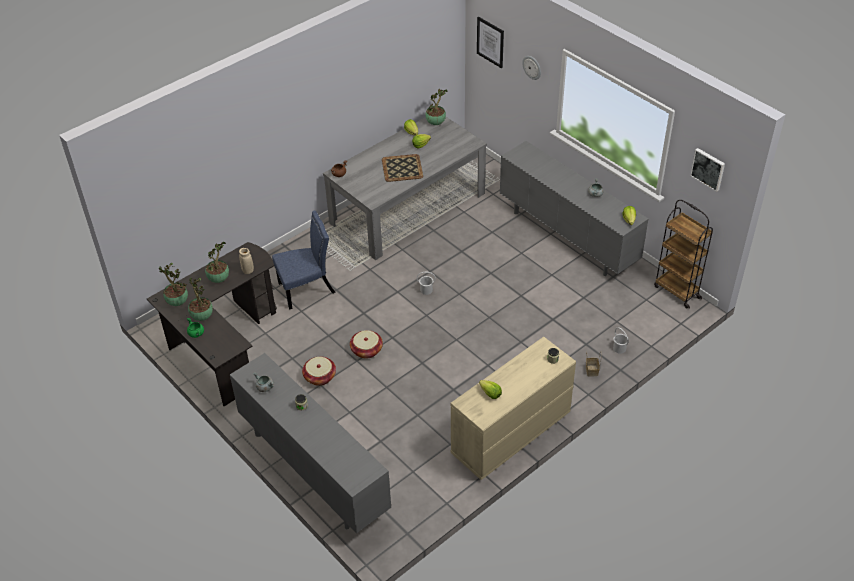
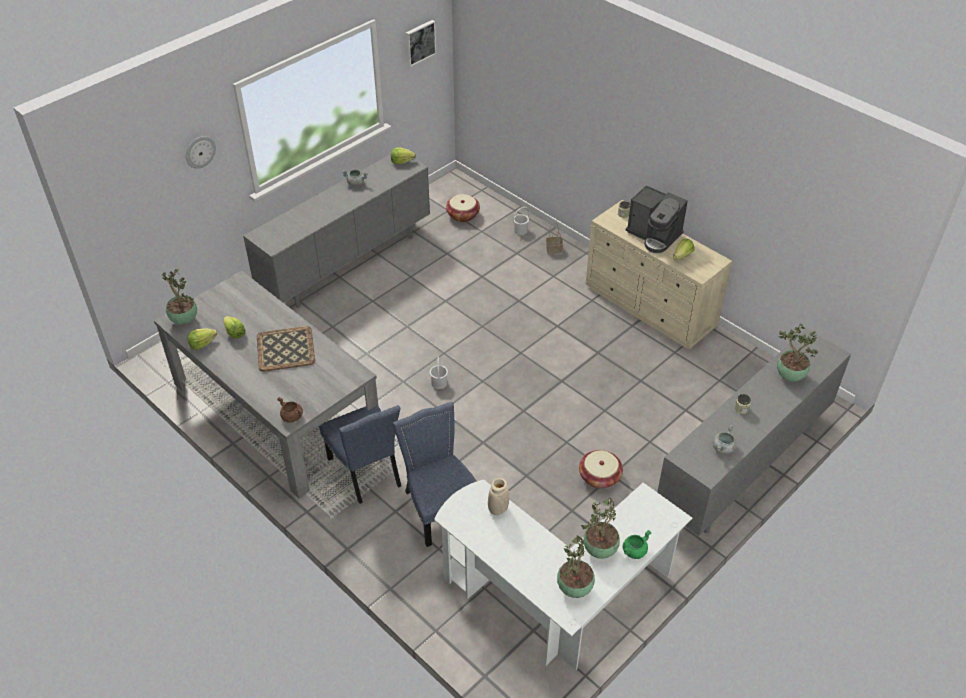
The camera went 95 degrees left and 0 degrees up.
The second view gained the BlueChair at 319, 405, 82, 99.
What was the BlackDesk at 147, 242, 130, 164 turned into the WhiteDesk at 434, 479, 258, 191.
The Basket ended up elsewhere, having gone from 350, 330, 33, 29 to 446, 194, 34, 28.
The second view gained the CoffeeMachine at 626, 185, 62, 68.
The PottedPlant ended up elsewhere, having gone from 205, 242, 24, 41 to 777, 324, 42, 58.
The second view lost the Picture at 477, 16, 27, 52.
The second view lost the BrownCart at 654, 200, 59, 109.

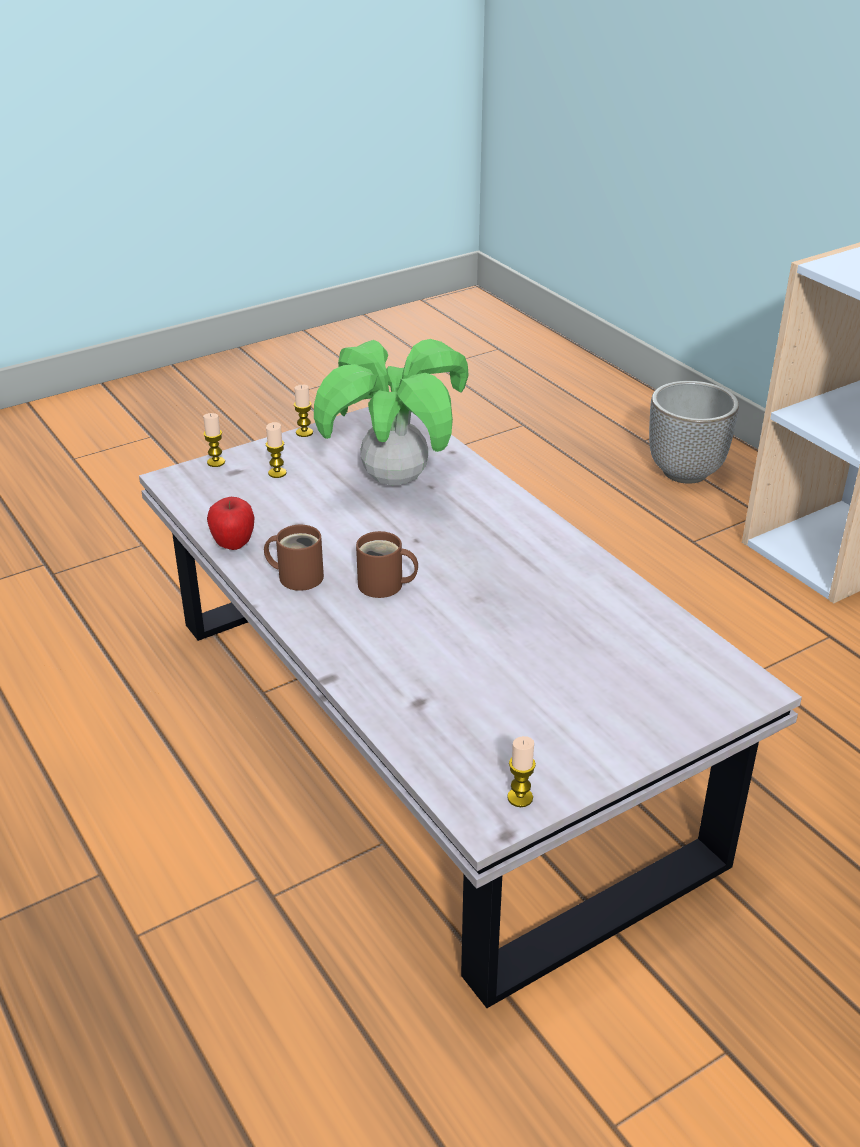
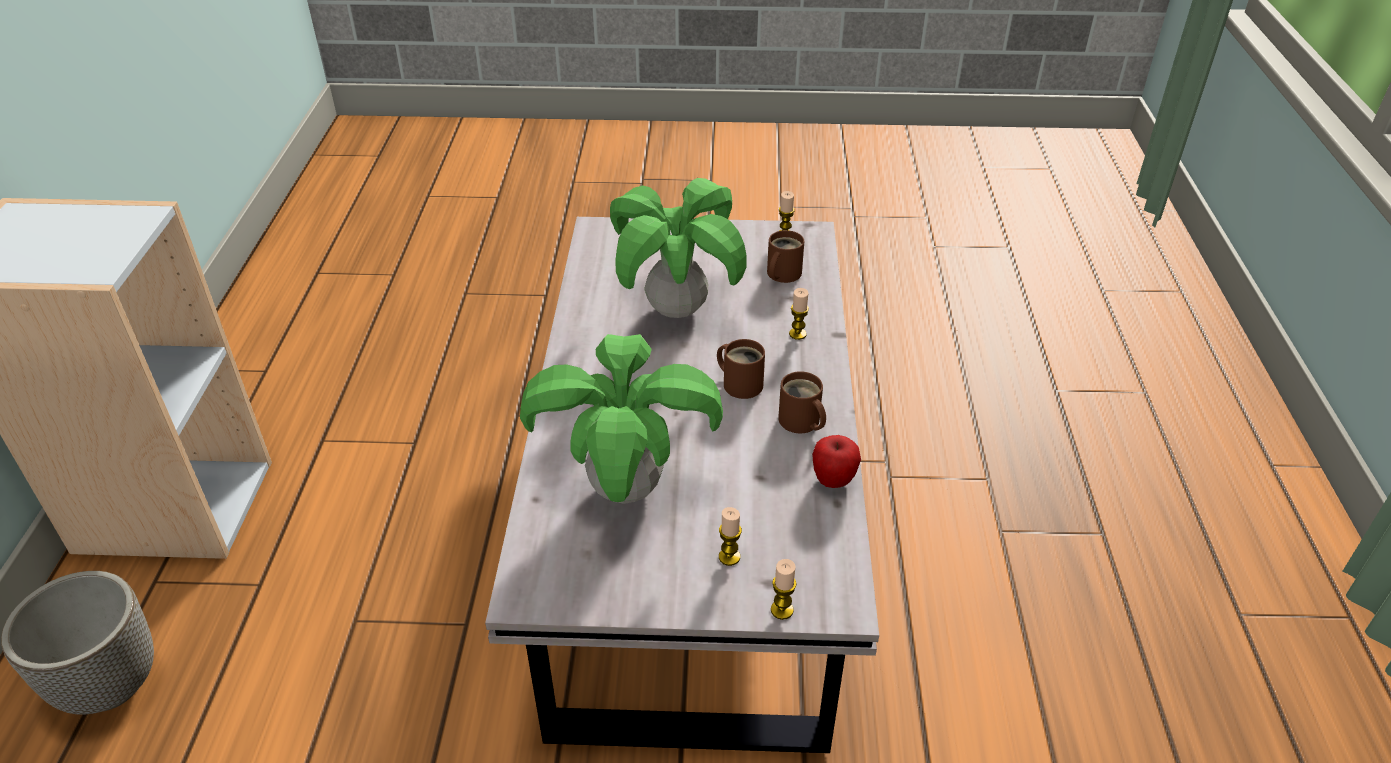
The camera went 145 degrees left and 5 degrees up.
The second view gained the PottedPlant at 610, 178, 137, 140.
The second view gained the BrownMug at 767, 230, 37, 53.
The Candle ended up elsewhere, having gone from 294, 385, 19, 52 to 789, 288, 20, 52.

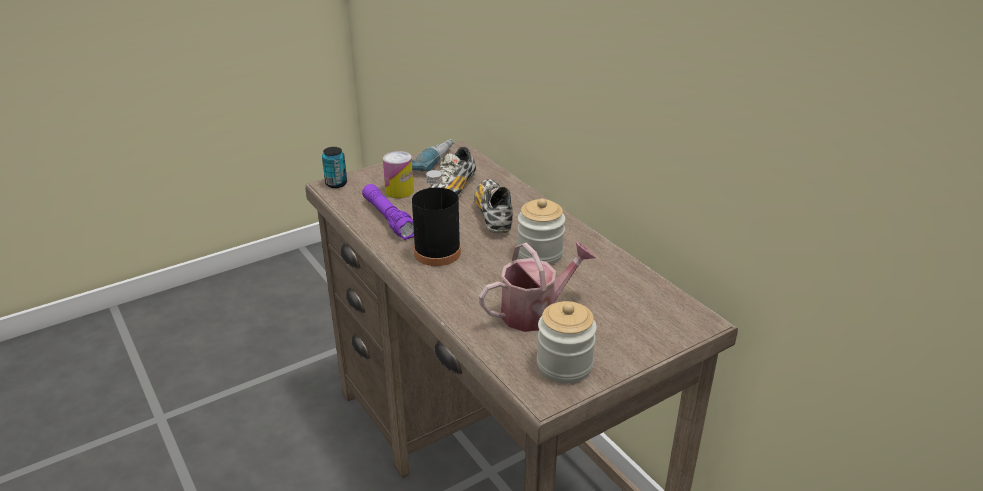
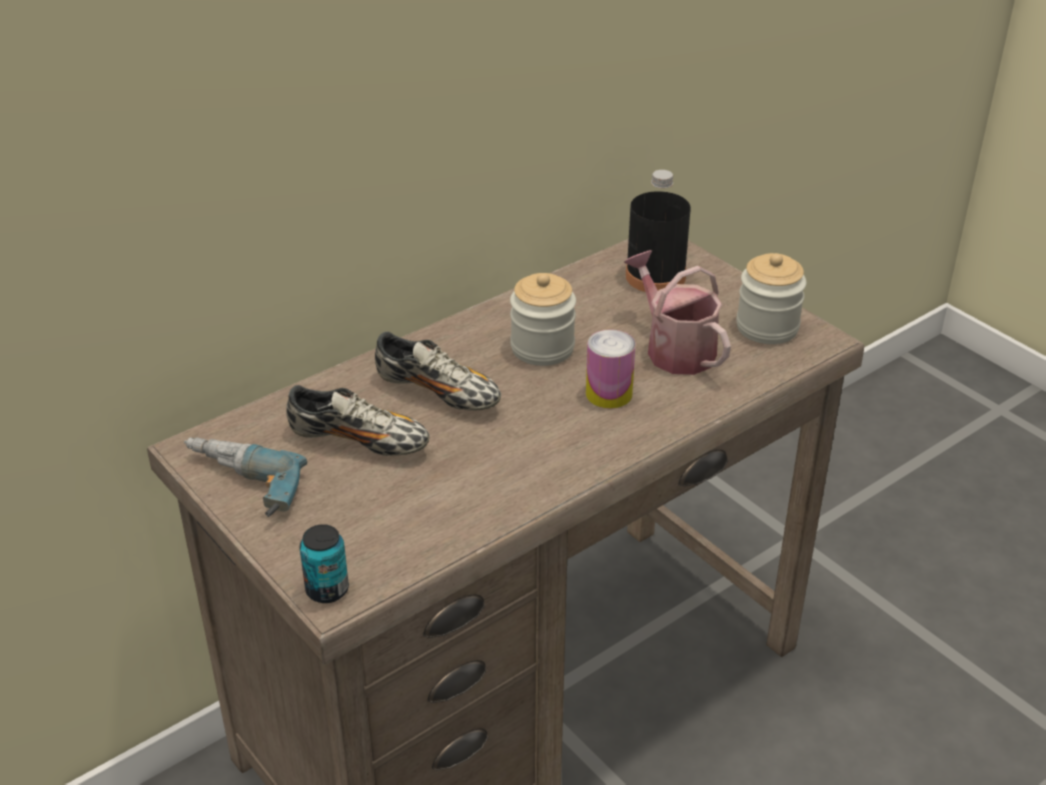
The camera went 95 degrees left and 5 degrees up.
The Shoe at 474, 179, 39, 54 ended up facing another way, 135 degrees counterclockwise from before.
The Can ended up elsewhere, having gone from 383, 151, 31, 47 to 586, 330, 49, 79.
The BlackBottle ended up elsewhere, having gone from 412, 170, 49, 96 to 626, 170, 65, 122.
The second view lost the PurpleFlashlight at 362, 184, 52, 56.

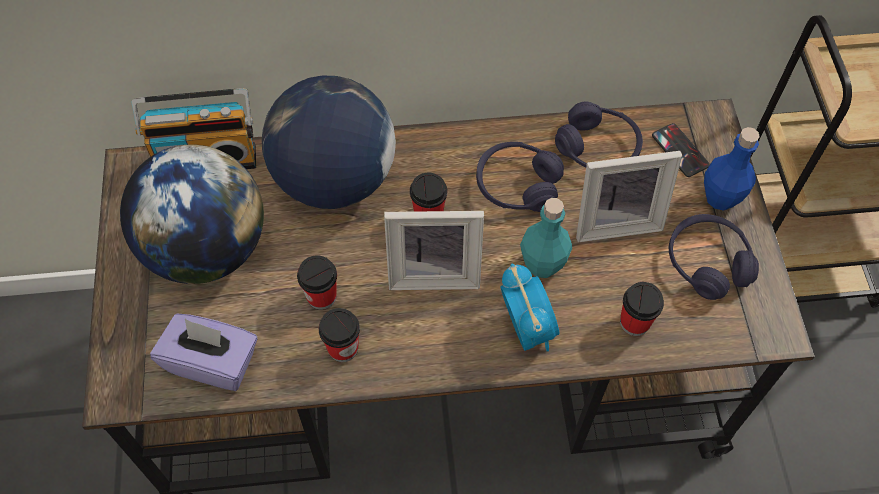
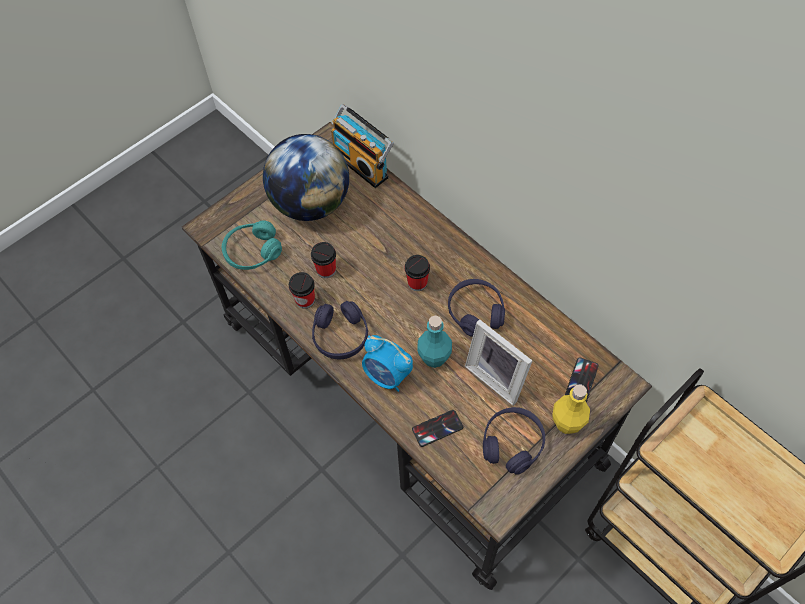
The camera went 55 degrees right and 0 degrees up.
Where the PurpleTissueBox stood at 150, 314, 107, 77, the TurquoiseHeadphones came to stand at 222, 220, 60, 50.
The PurpleHeadphones ended up elsewhere, having gone from 555, 101, 88, 67 to 312, 301, 56, 58.
The AlarmClock at 500, 263, 59, 89 ended up facing another way, 90 degrees clockwise from before.
Where the Cup stood at 620, 282, 44, 54, the Phone came to stand at 412, 410, 51, 37.
What was the BlueBottle at 704, 127, 56, 84 turned into the YellowBottle at 552, 384, 38, 50.
The second view lost the Globe at 262, 76, 134, 133.
The second view lost the PictureFrame at 384, 211, 100, 79.

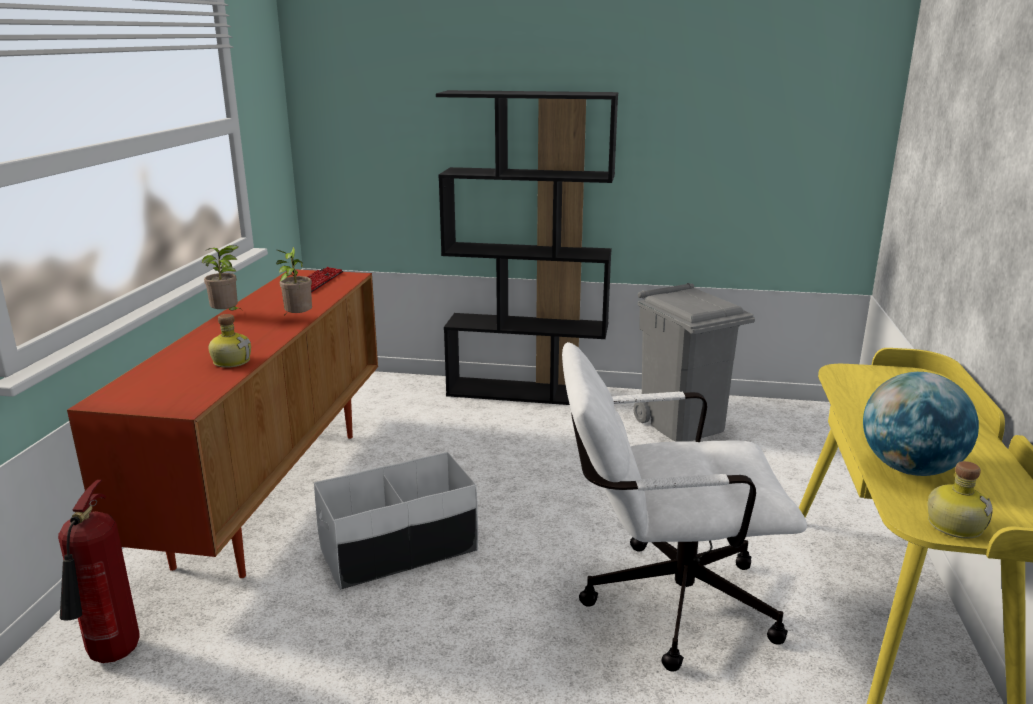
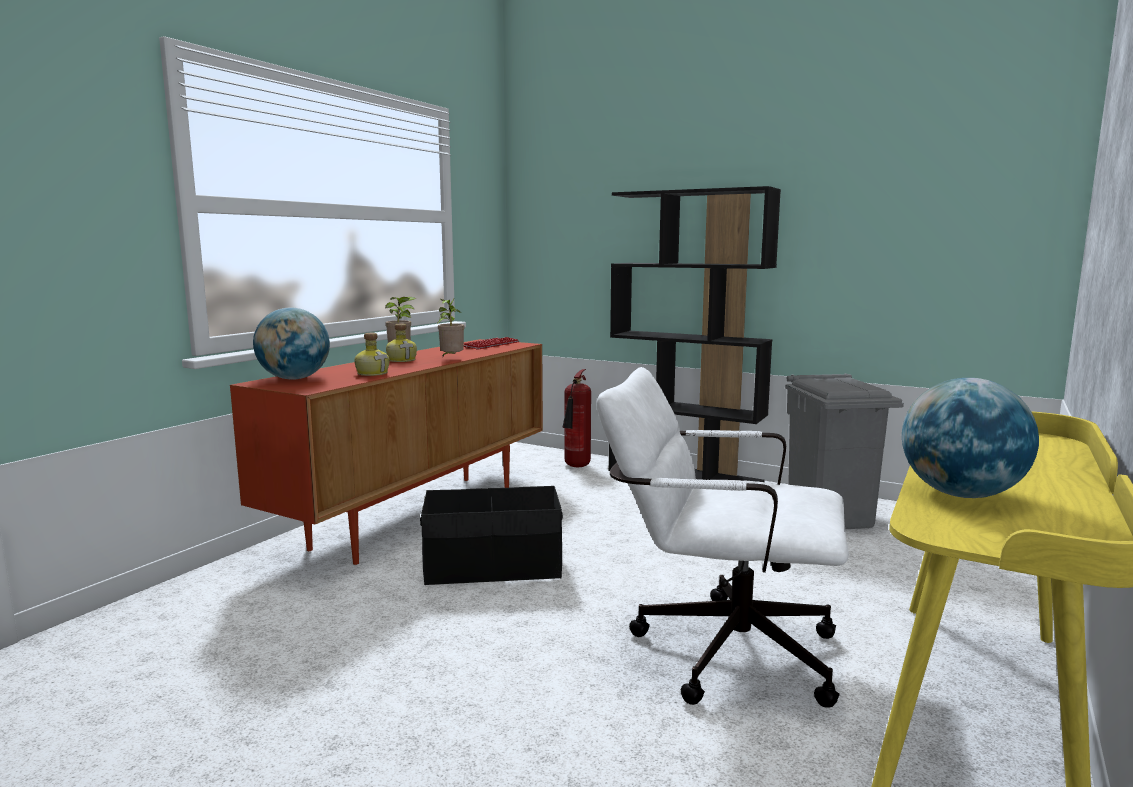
The camera went 20 degrees right and 10 degrees down.
The second view gained the Globe at 253, 308, 77, 72.
The Bottle ended up elsewhere, having gone from 928, 461, 65, 78 to 386, 324, 31, 38.
What was the WhiteStorageBox at 314, 452, 164, 138 turned into the BlackStorageBox at 420, 486, 143, 99.
The FireExtinguisher ended up elsewhere, having gone from 58, 480, 82, 183 to 562, 369, 29, 98.

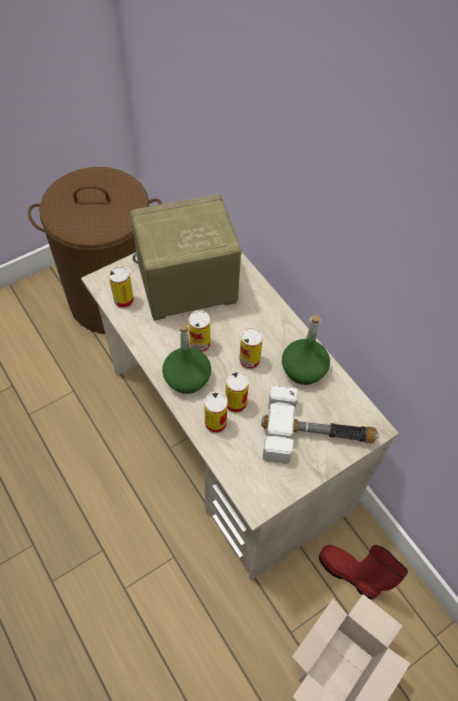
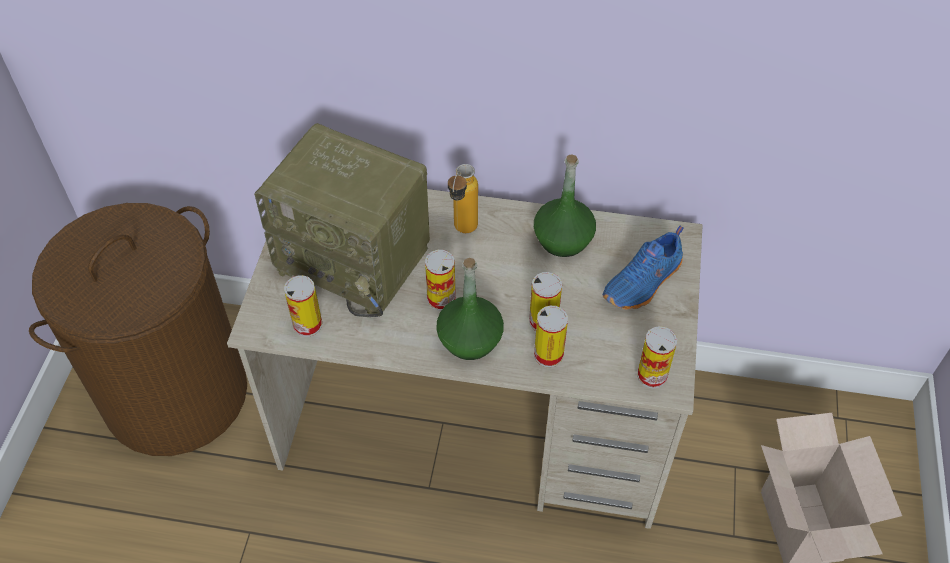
The camera went 45 degrees left and 5 degrees down.
The Radio at 130, 194, 111, 127 ended up facing another way, 90 degrees counterclockwise from before.
The second view gained the Bottle at 448, 164, 30, 69.
Where the Hammer stood at 261, 385, 118, 79, the BlueShoe came to stand at 603, 226, 81, 83.
The Can ended up elsewhere, having gone from 239, 327, 24, 43 to 637, 326, 40, 63.
The second view lost the RedBoot at 319, 545, 89, 54.

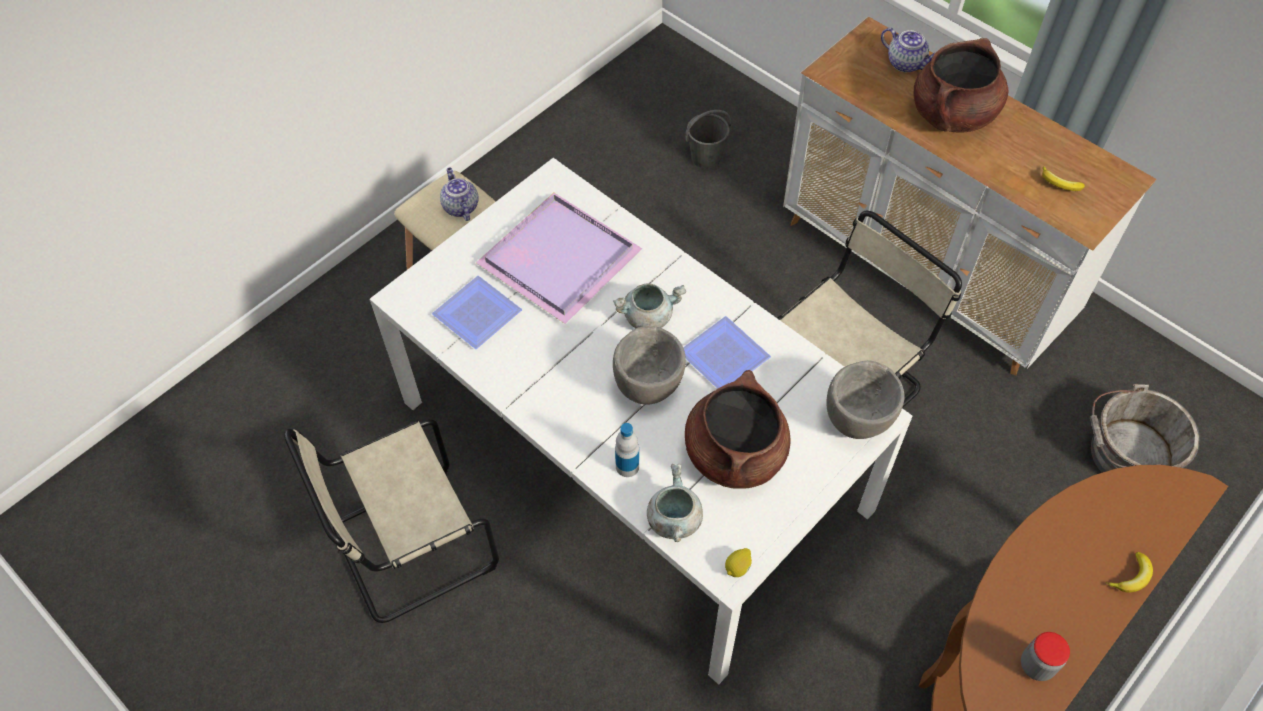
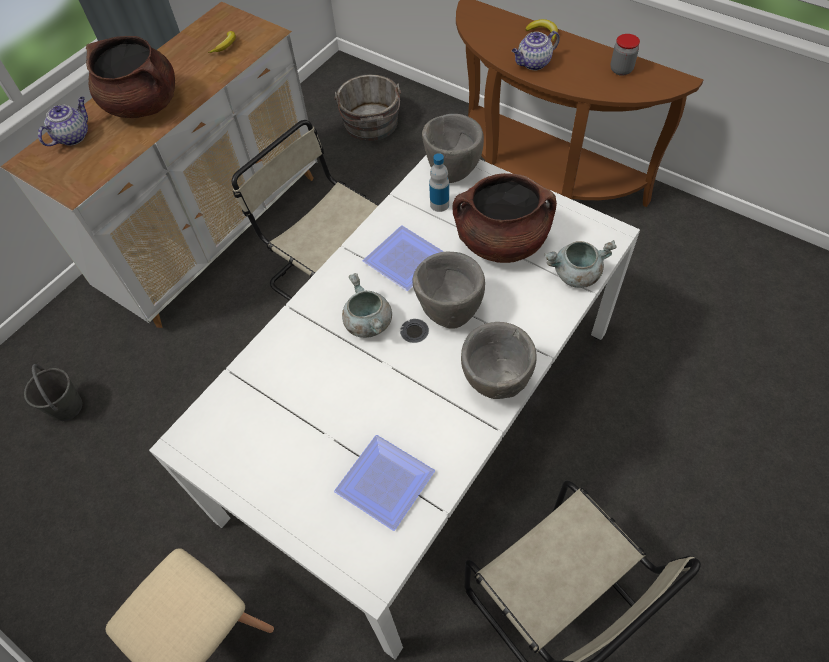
The camera went 95 degrees left and 0 degrees up.
The Bottle ended up elsewhere, having gone from 615, 423, 24, 54 to 429, 153, 20, 59.
The second view gained the GreyBowl at 461, 322, 76, 77.
The Teapot ended up elsewhere, having gone from 440, 168, 39, 53 to 512, 31, 48, 39.
The second view lost the PurpleTray at 476, 193, 166, 131.
The second view lost the Lemon at 725, 548, 27, 29.

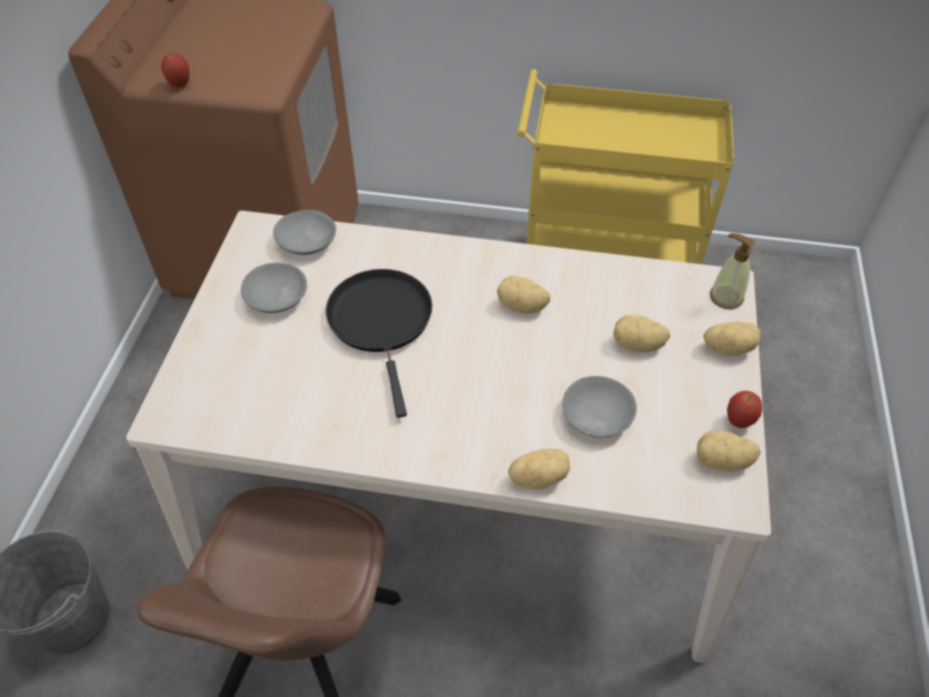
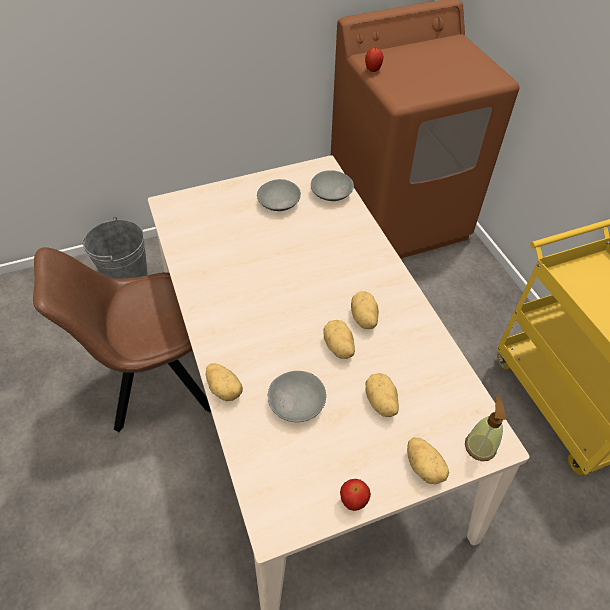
The camera went 60 degrees right and 0 degrees up.
The Potato ended up elsewhere, having gone from 697, 431, 64, 40 to 323, 320, 32, 39.
The second view lost the BlackFryingPan at 326, 269, 106, 149.

